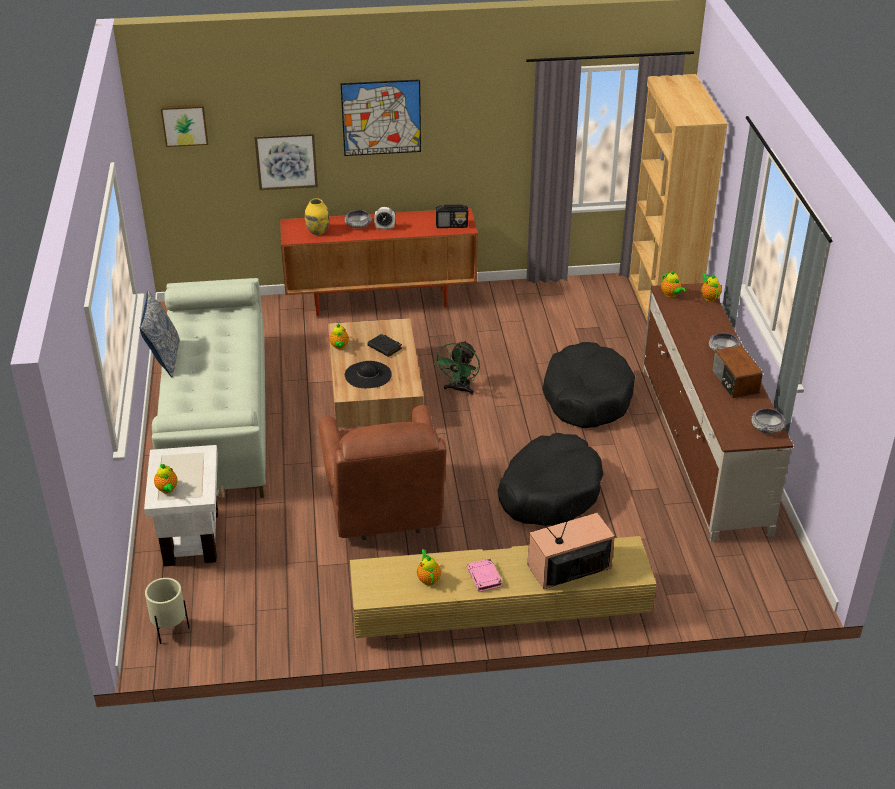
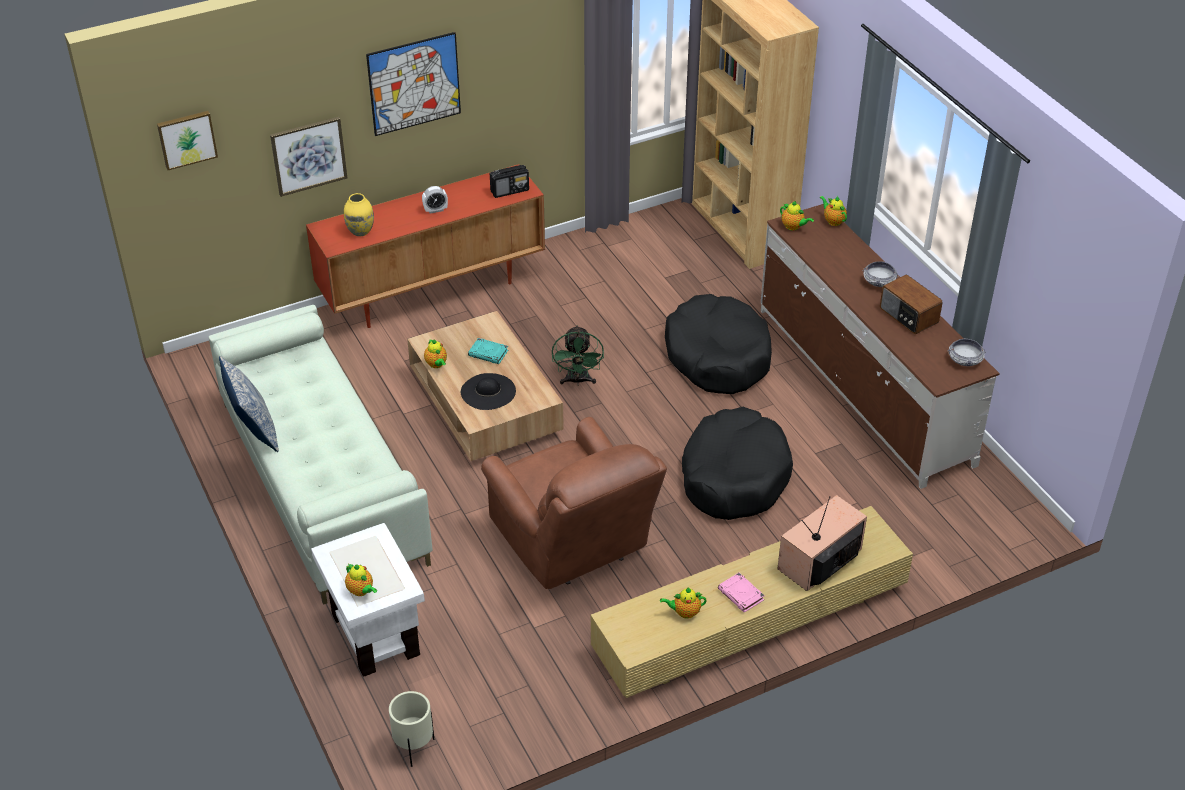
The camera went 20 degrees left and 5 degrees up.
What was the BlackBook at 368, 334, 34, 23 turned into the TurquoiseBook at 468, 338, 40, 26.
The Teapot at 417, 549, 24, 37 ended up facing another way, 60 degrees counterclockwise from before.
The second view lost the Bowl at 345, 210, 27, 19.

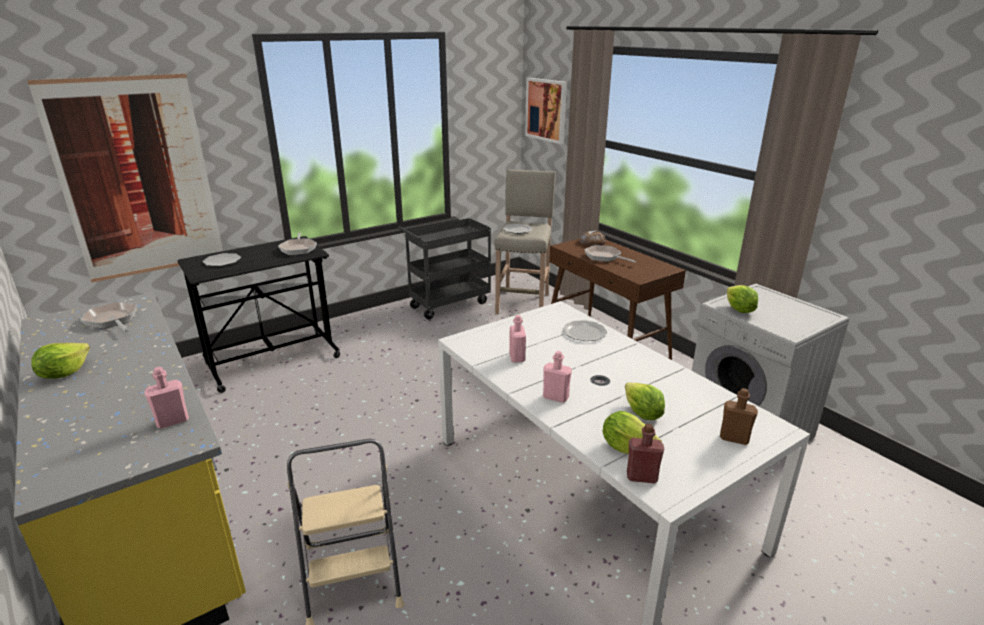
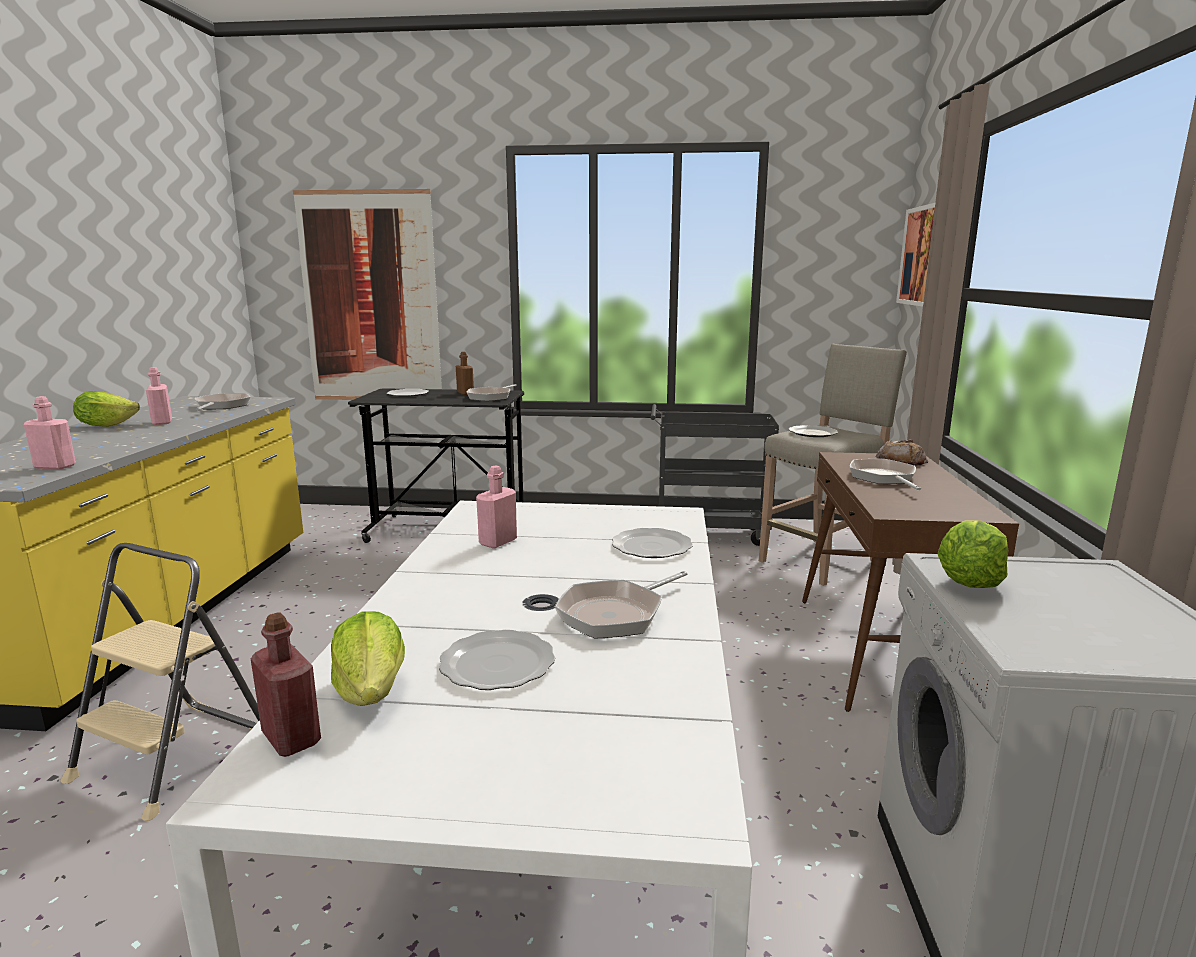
The camera went 40 degrees right and 10 degrees down.
The PinkBottle ended up elsewhere, having gone from 543, 351, 29, 52 to 146, 367, 26, 58.
Where the Lettuce stood at 625, 382, 40, 38, the Plate came to stand at 439, 630, 116, 60.
The BrownBottle ended up elsewhere, having gone from 720, 388, 38, 57 to 456, 352, 18, 43.
The second view gained the FryingPan at 555, 571, 133, 68.

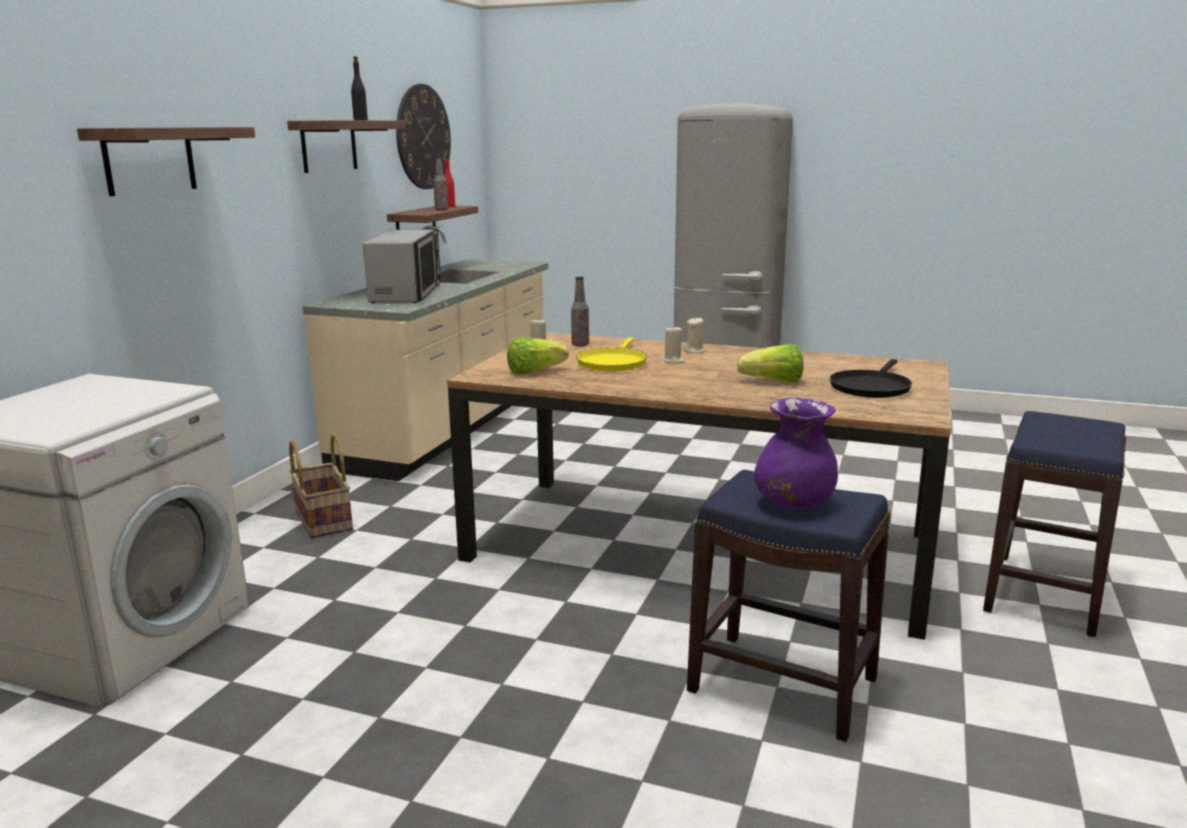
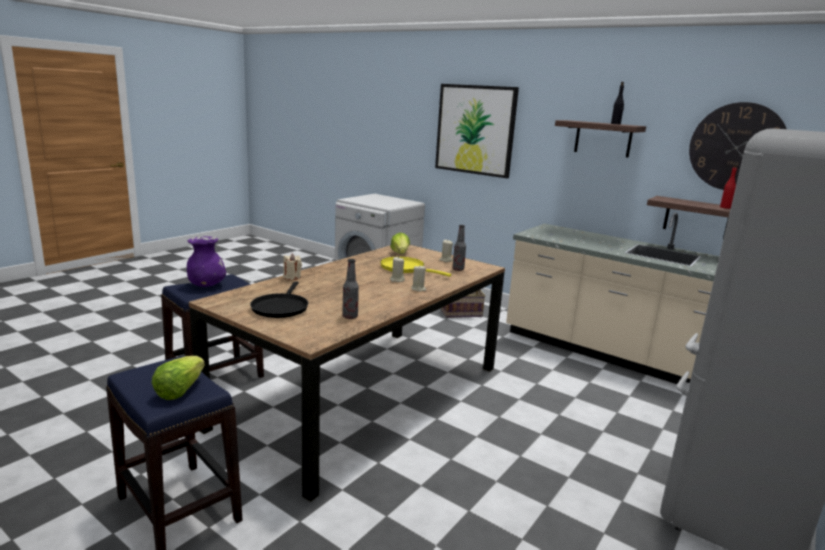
The camera went 105 degrees right and 0 degrees up.
The Lettuce ended up elsewhere, having gone from 737, 344, 67, 38 to 152, 356, 53, 44.
The BlackFryingPan at 830, 359, 82, 39 ended up facing another way, 135 degrees counterclockwise from before.
The second view gained the BeigeCandle at 283, 254, 19, 26.
The Bottle ended up elsewhere, having gone from 433, 156, 15, 54 to 342, 259, 17, 60.
Where the Shelf hung at 77, 127, 178, 69, the Picture came to hang at 435, 84, 84, 94.
The second view lost the Microwave at 363, 230, 78, 73.

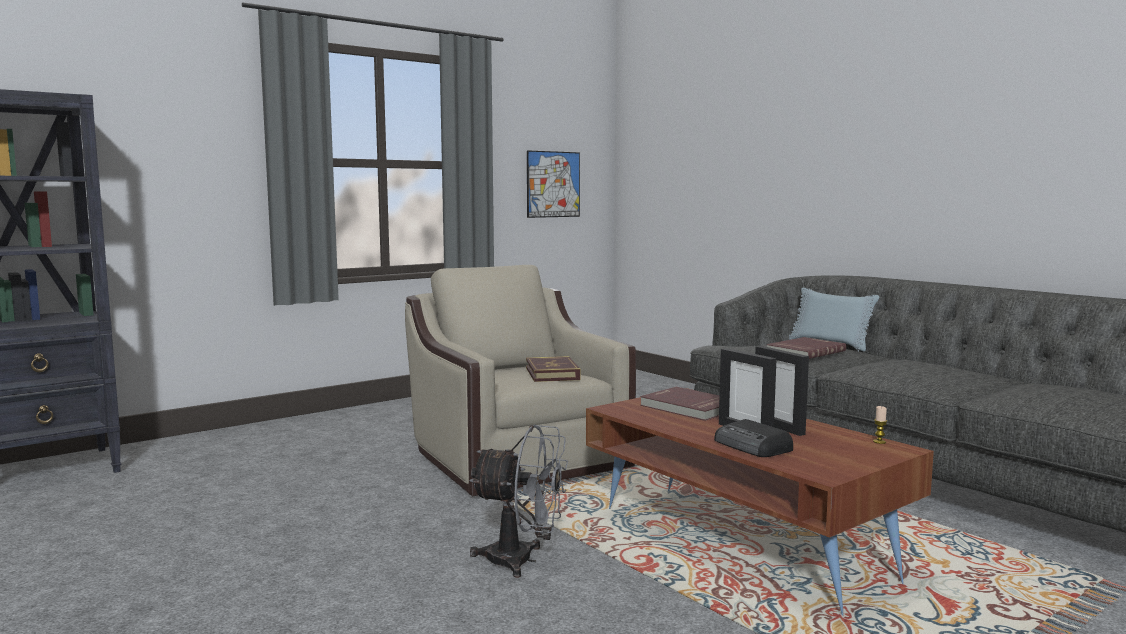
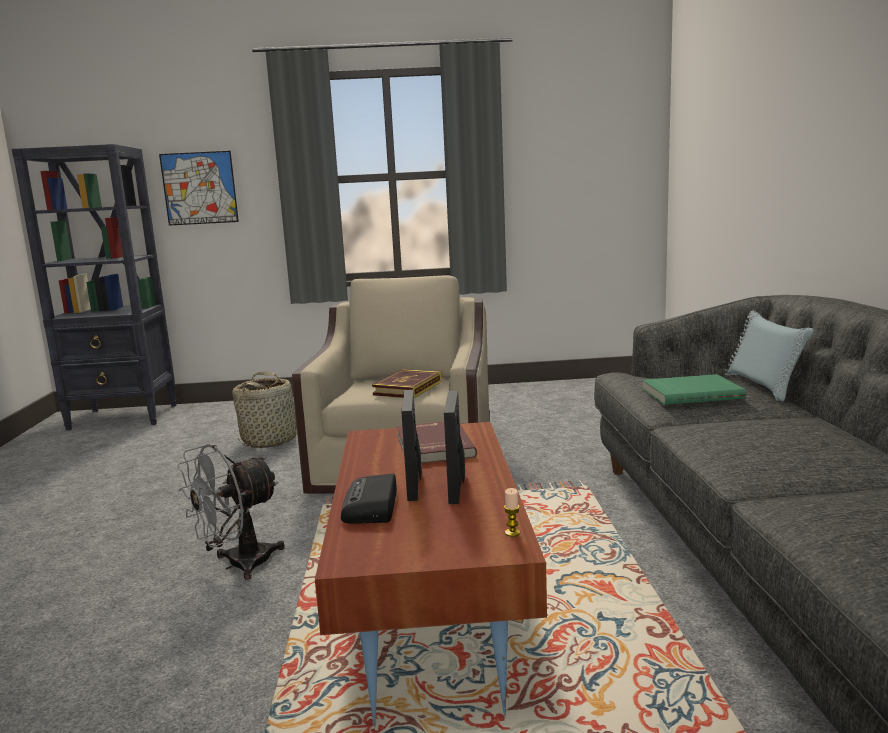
The camera went 35 degrees right and 5 degrees up.
The Picture ended up elsewhere, having gone from 527, 150, 53, 68 to 159, 151, 80, 75.
The GreyFan at 469, 425, 99, 153 ended up facing another way, 90 degrees clockwise from before.
The second view gained the Basket at 232, 372, 65, 76.
What was the RedBook at 767, 337, 79, 22 turned into the GreenBook at 642, 374, 104, 31.

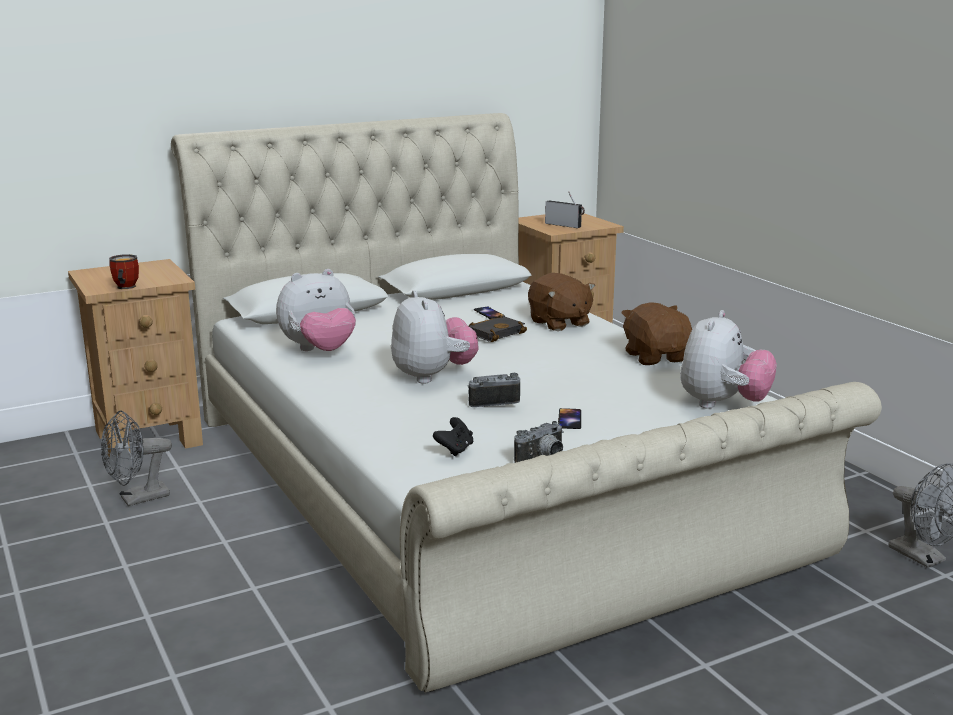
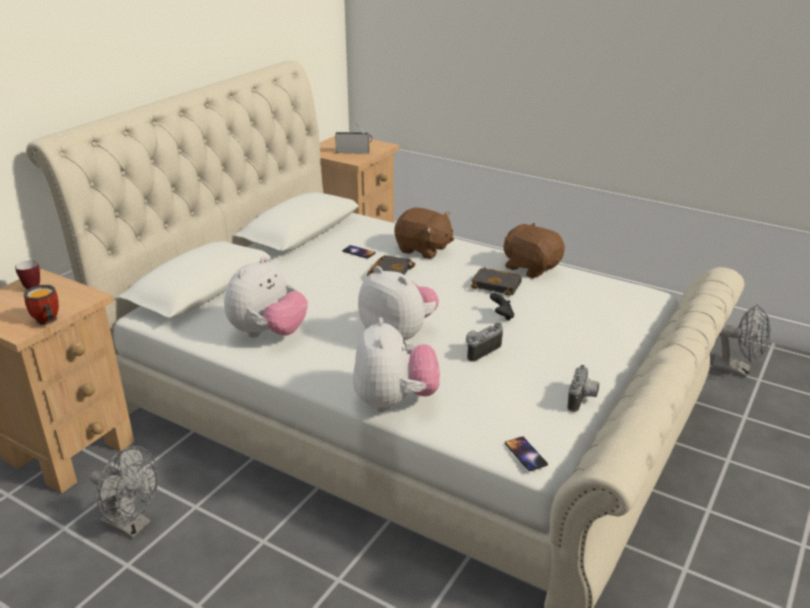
The camera went 30 degrees left and 10 degrees up.
The second view gained the Mug at 15, 260, 25, 30.
The GreyFan at 101, 410, 71, 96 ended up facing another way, 90 degrees counterclockwise from before.
The PlushToy ended up elsewhere, having gone from 680, 310, 97, 99 to 353, 317, 87, 95.
The second view gained the BlackBook at 471, 267, 51, 29.
The BlackGameController ended up elsewhere, having gone from 433, 417, 40, 39 to 490, 293, 24, 28.
The Phone ended up elsewhere, having gone from 558, 408, 23, 21 to 505, 436, 43, 35.

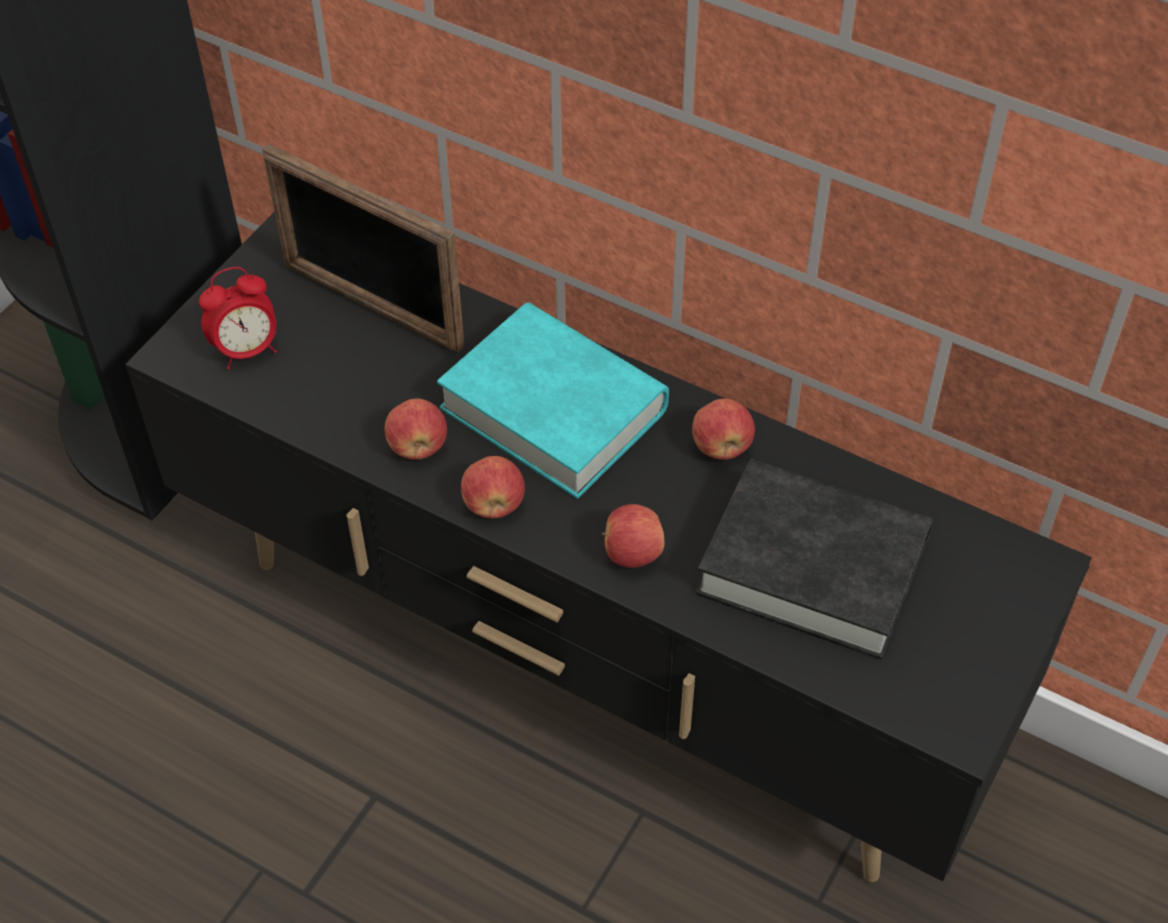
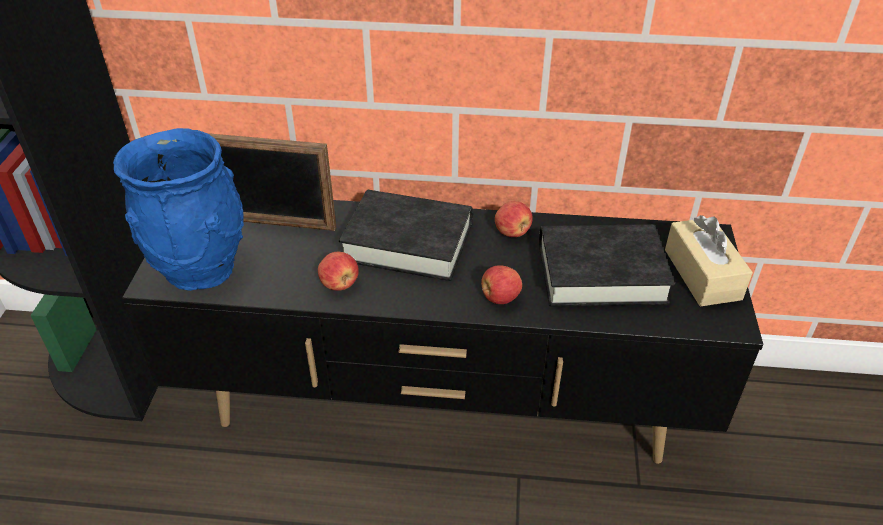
The camera went 25 degrees left and 10 degrees down.
Where the AlarmClock stood at 199, 267, 78, 103, the BlueVase came to stand at 113, 128, 131, 163.
What was the TurquoiseBook at 437, 303, 232, 196 turned into the BlackBook at 339, 190, 134, 91.
The second view gained the BeigeTissueBox at 665, 215, 88, 91.
The second view lost the Apple at 461, 456, 64, 63.

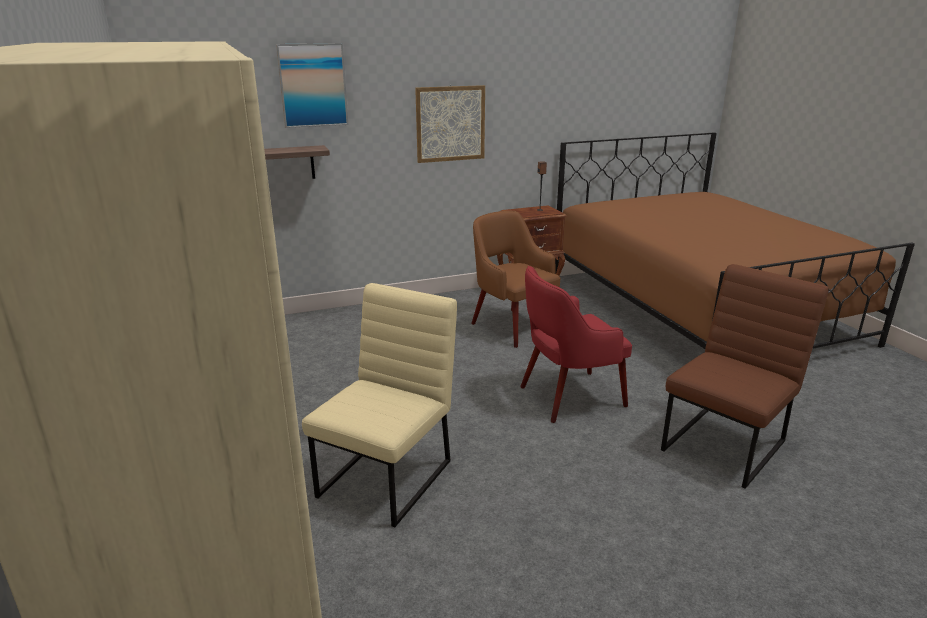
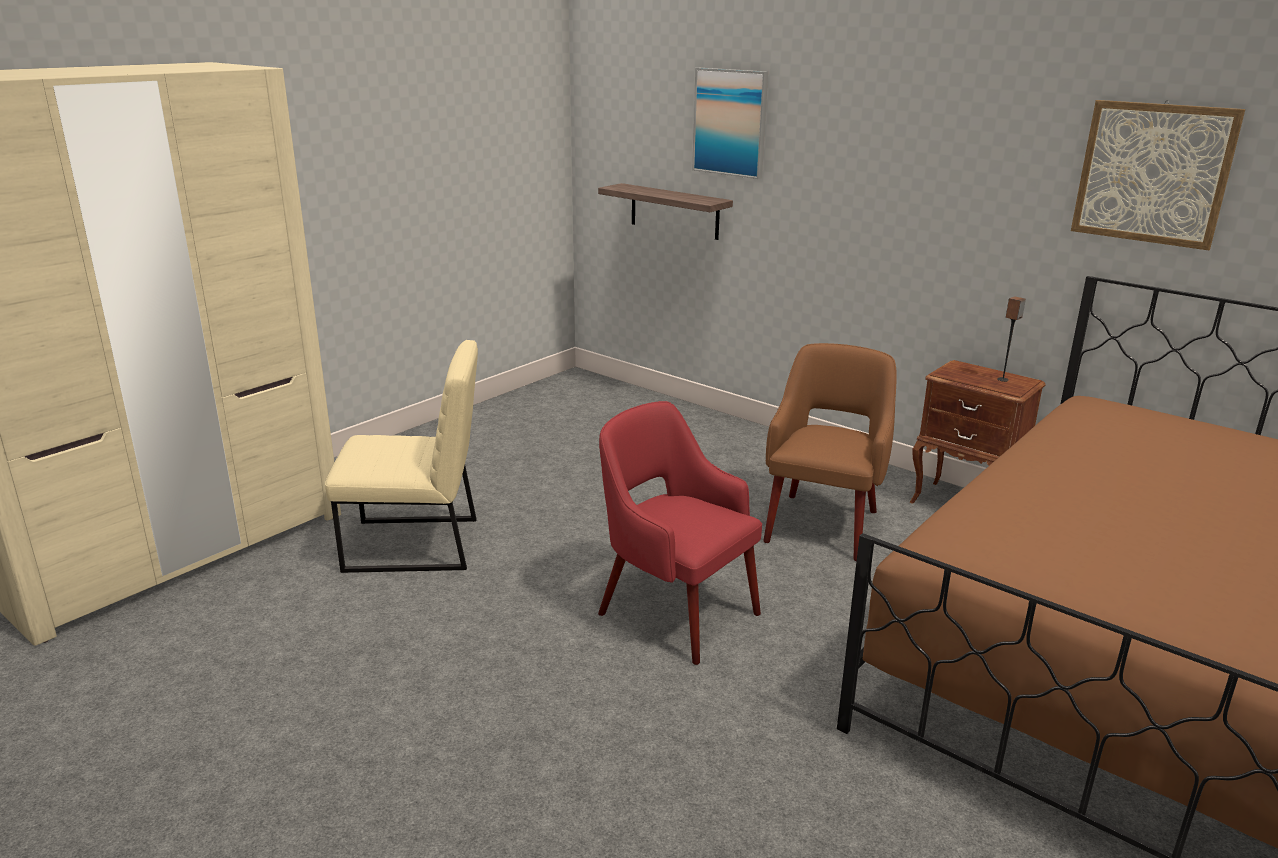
The camera went 60 degrees right and 0 degrees up.
The Picture ended up elsewhere, having gone from 415, 84, 70, 79 to 1071, 100, 174, 150.
The second view lost the BrownChair at 661, 264, 168, 225.

